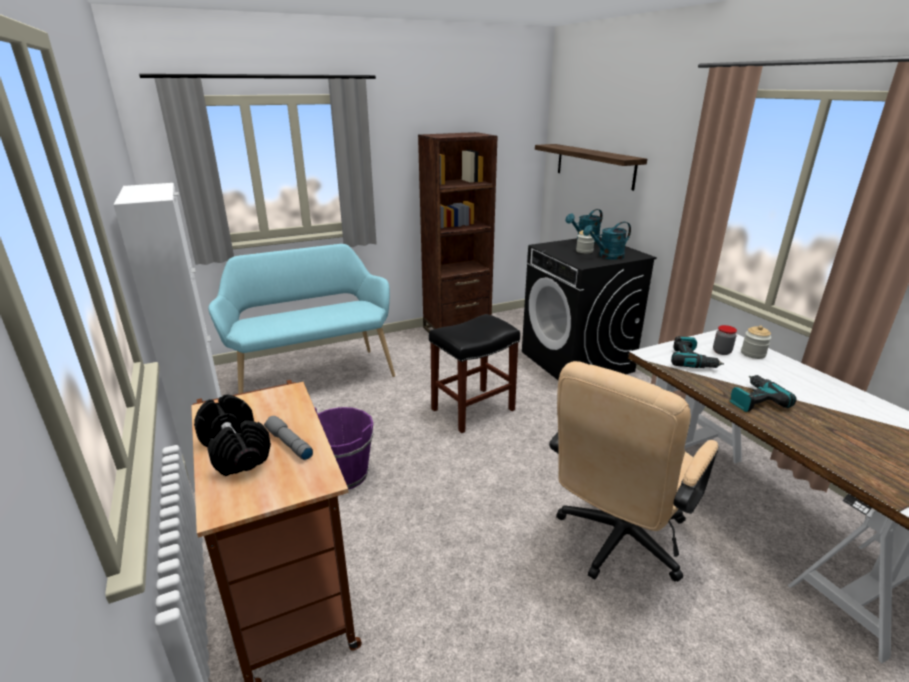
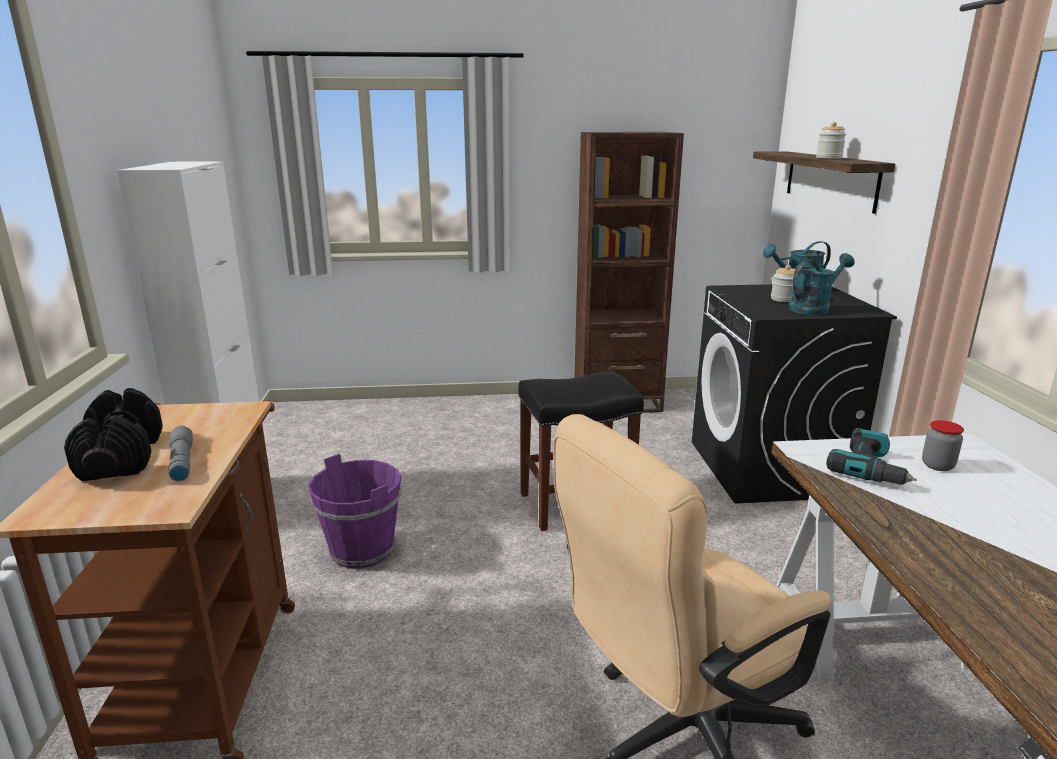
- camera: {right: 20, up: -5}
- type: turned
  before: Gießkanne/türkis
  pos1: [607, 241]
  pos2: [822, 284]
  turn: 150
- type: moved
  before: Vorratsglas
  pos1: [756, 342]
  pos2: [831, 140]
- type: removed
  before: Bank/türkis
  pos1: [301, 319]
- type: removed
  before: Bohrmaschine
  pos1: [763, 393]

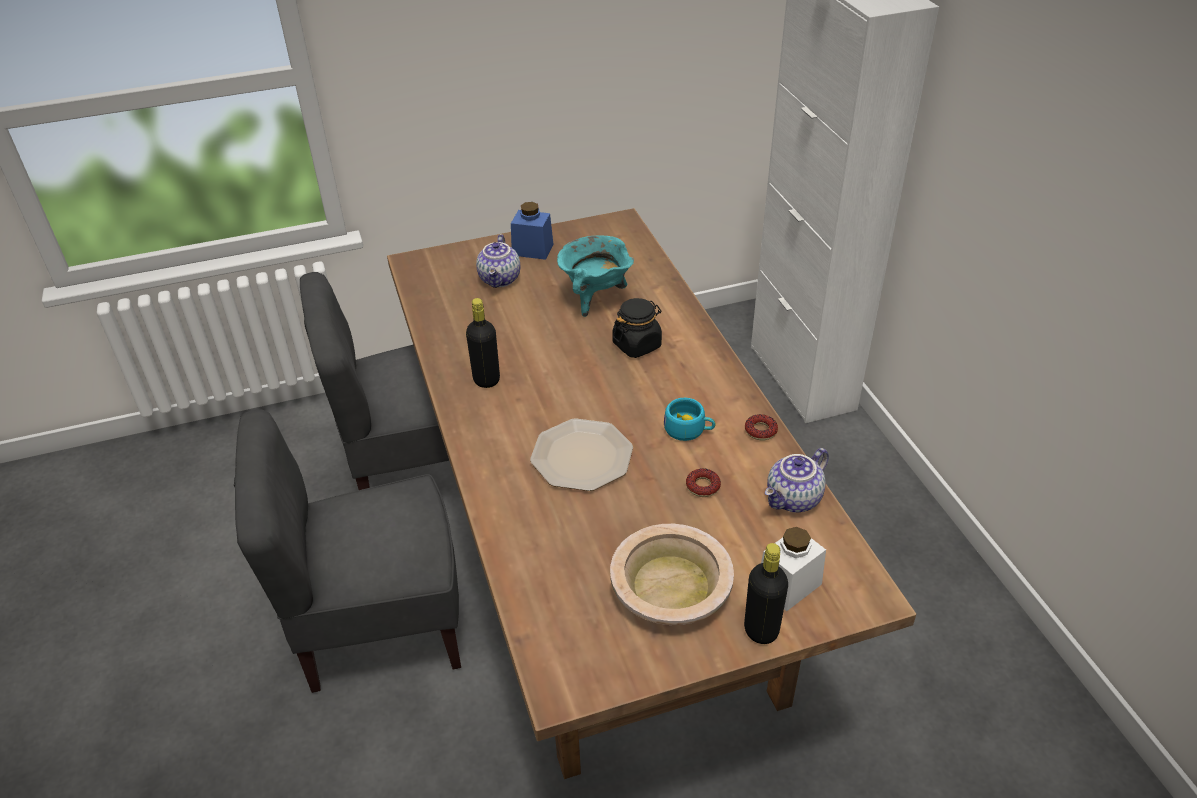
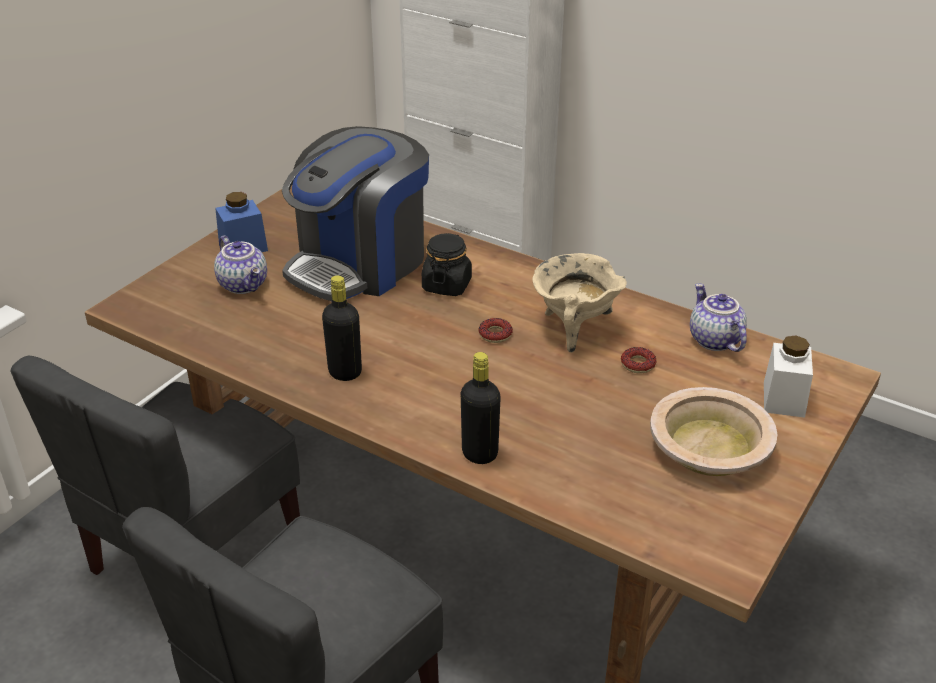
- camera: {right: -40, up: -5}
- type: replaced
  before: Kochtopf/türkis
  after: Kaffeemaschine
  pos1: [595, 276]
  pos2: [355, 213]
- type: moved
  before: Flasche/schwarz
  pos1: [766, 593]
  pos2: [481, 408]
- type: moved
  before: Donut
  pos1: [761, 427]
  pos2: [496, 330]
- type: replaced
  before: Tasse/türkis
  after: Kochtopf/beige
  pos1: [690, 419]
  pos2: [579, 303]
- type: turned
  before: Teekanne
  pos1: [797, 480]
  pos2: [718, 317]
  turn: 150
- type: removed
  before: Teller
  pos1: [581, 454]

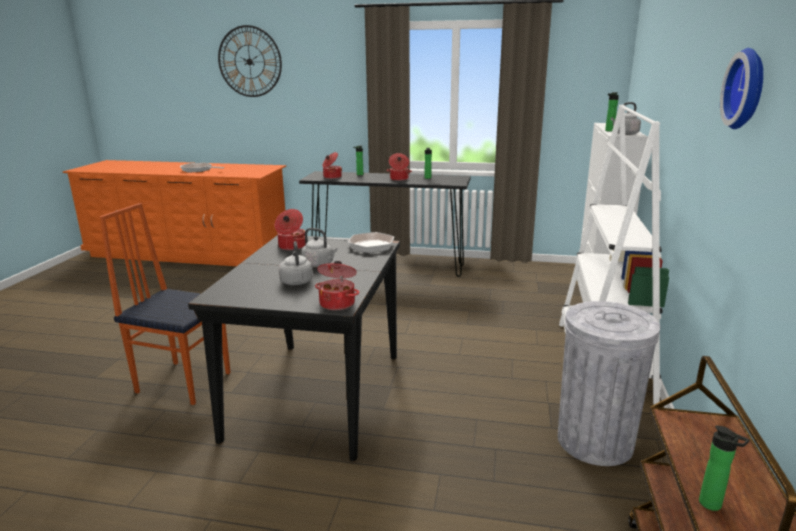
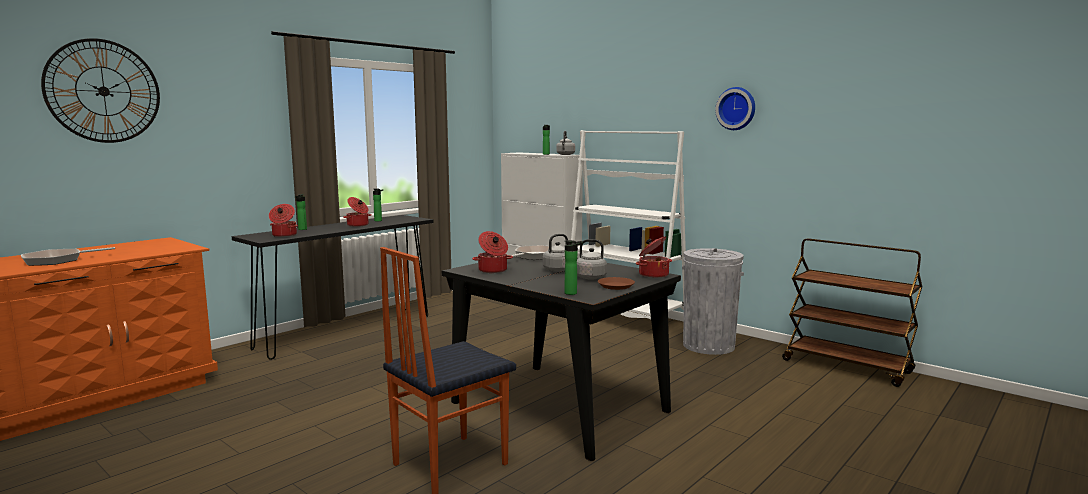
- camera: {right: -60, up: -10}
- type: moved
  before: Flasche
  pos1: [724, 468]
  pos2: [574, 267]
- type: added
  after: Teller/braun
  pos2: [616, 283]

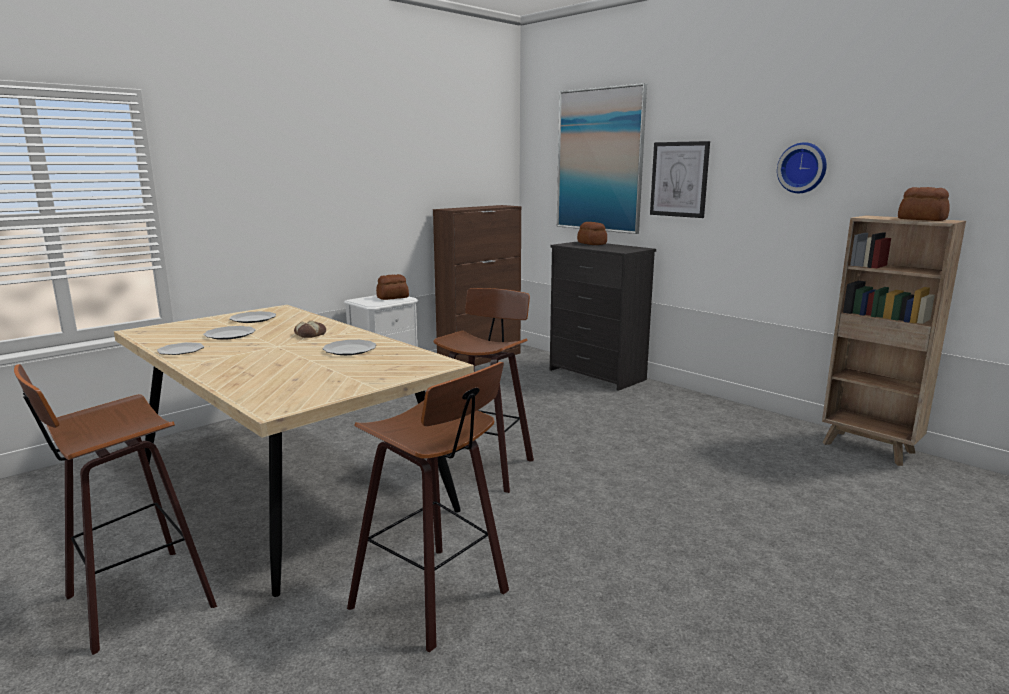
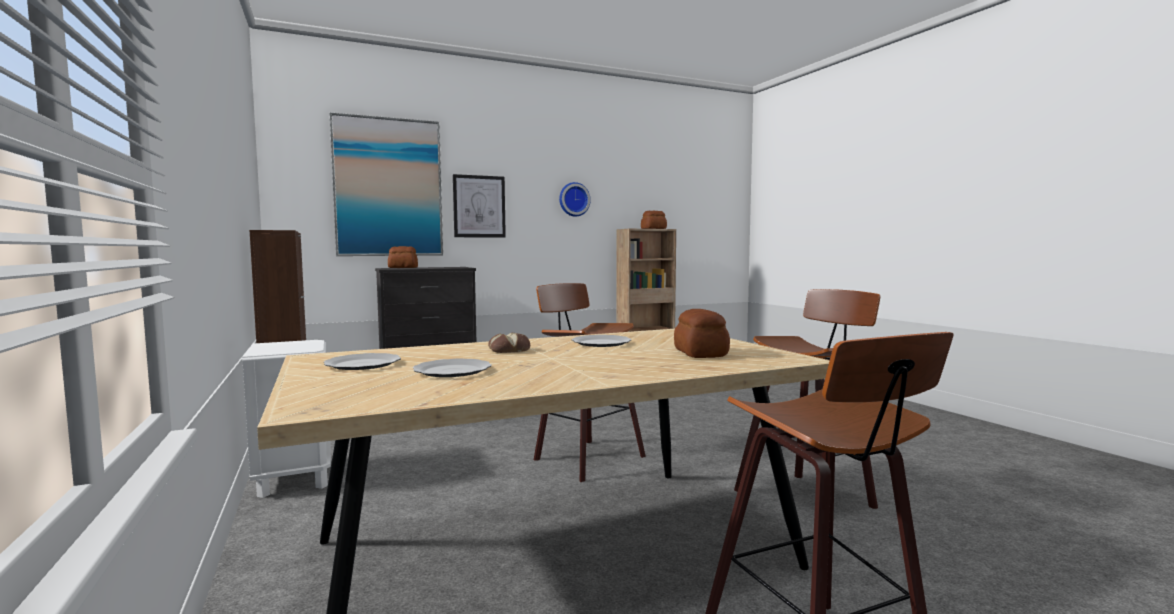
- camera: {right: -70, up: -10}
- type: moved
  before: Brot
  pos1: [392, 287]
  pos2: [702, 333]
- type: removed
  before: Teller
  pos1: [180, 348]

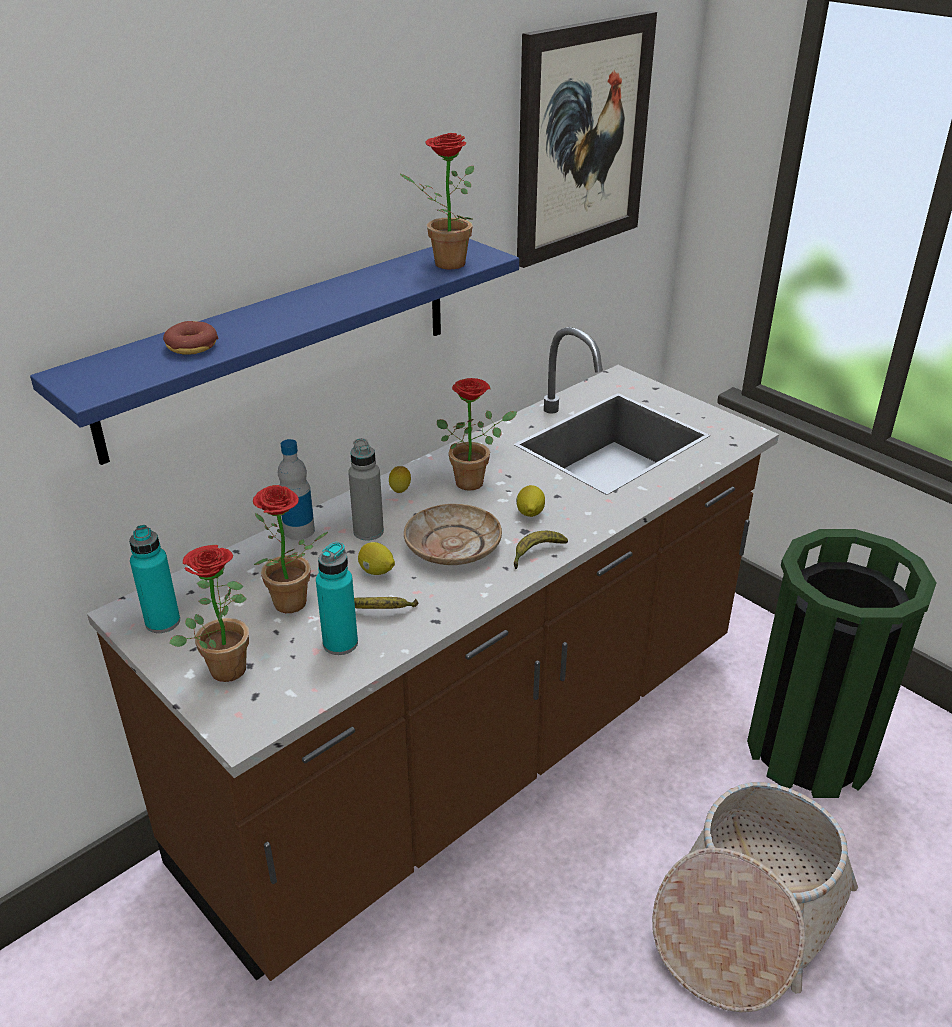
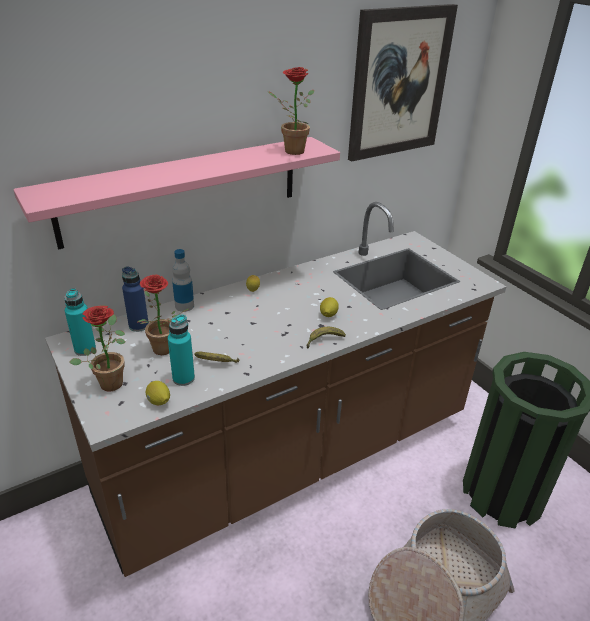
- camera: {right: 10, up: 0}
- type: recoloured
  before: Wandregal/blau
  after: Wandregal/rosa
  pos1: [274, 352]
  pos2: [176, 193]
- type: added
  after: Flasche/blau
  pos2: [135, 299]
- type: moved
  before: Zitrone
  pos1: [376, 558]
  pos2: [158, 393]
- type: removed
  before: Donut
  pos1: [190, 338]
- type: removed
  before: Flasche/grau
  pos1: [366, 489]
- type: removed
  before: Teller/beige
  pos1: [453, 534]
- type: removed
  before: Topfpflanze
  pos1: [477, 434]

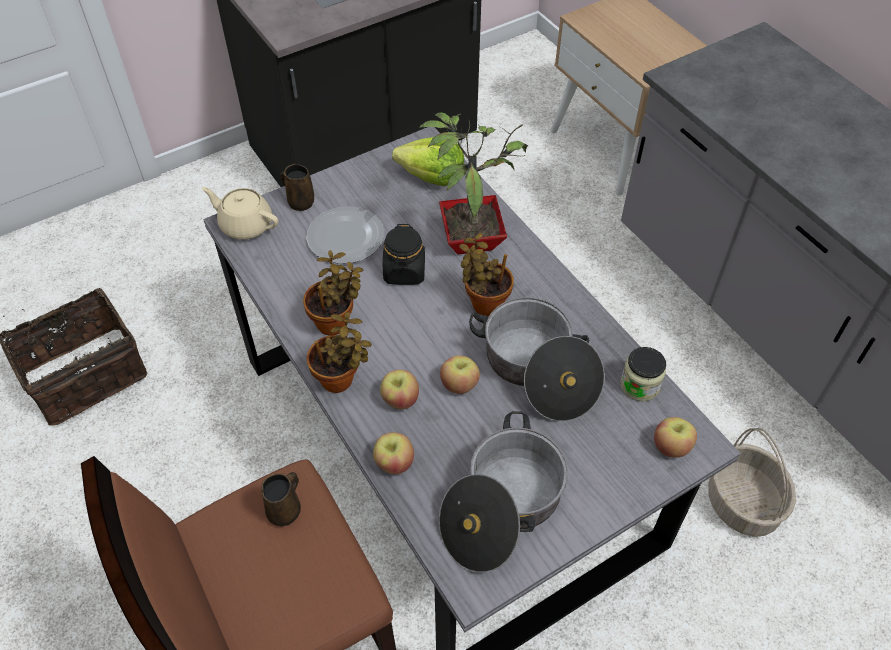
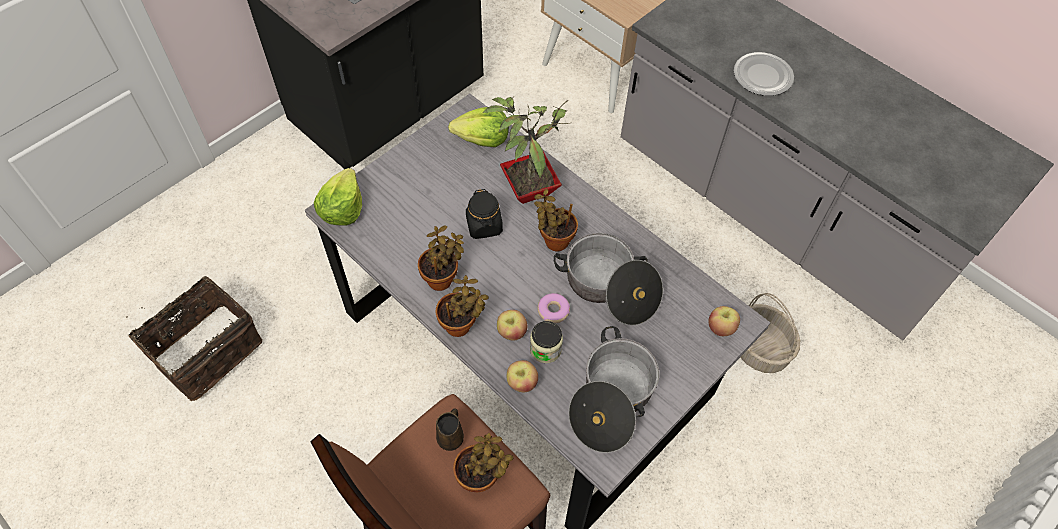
- camera: {right: -15, up: 5}
- type: replaced
  before: Teekanne/beige
  after: Salatkopf
  pos1: [240, 213]
  pos2: [338, 197]
- type: added
  after: Topfpflanze
  pos2: [483, 462]
- type: moved
  before: Vorratsglas
  pos1: [643, 374]
  pos2: [546, 342]
- type: replaced
  before: Apfel
  after: Donut
  pos1: [460, 374]
  pos2: [553, 308]
- type: moved
  before: Teller
  pos1: [345, 235]
  pos2: [764, 74]
- type: removed
  before: Henkelbecher/braun
  pos1: [297, 187]

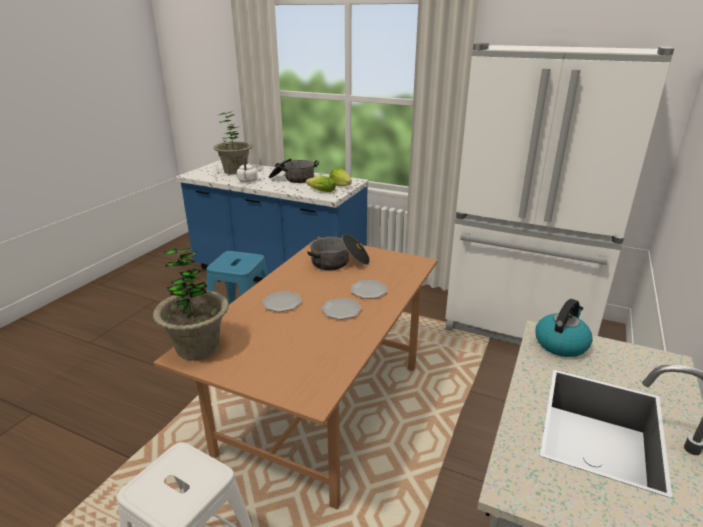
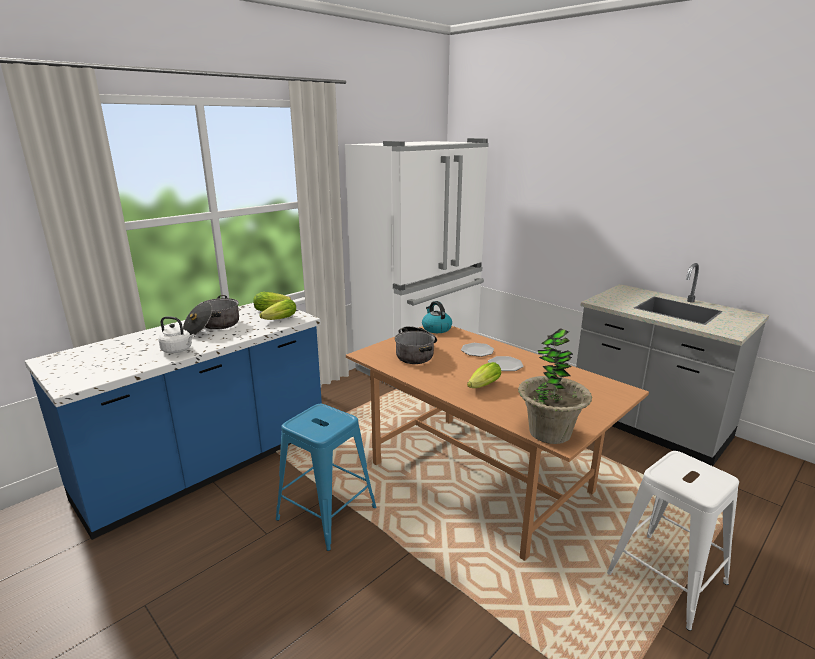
- camera: {right: -70, up: -5}
- type: moved
  before: Wasserkessel
  pos1: [564, 328]
  pos2: [437, 317]
- type: replaced
  before: Teller
  after: Salatkopf
  pos1: [282, 301]
  pos2: [484, 375]
- type: removed
  before: Topfpflanze
  pos1: [232, 142]

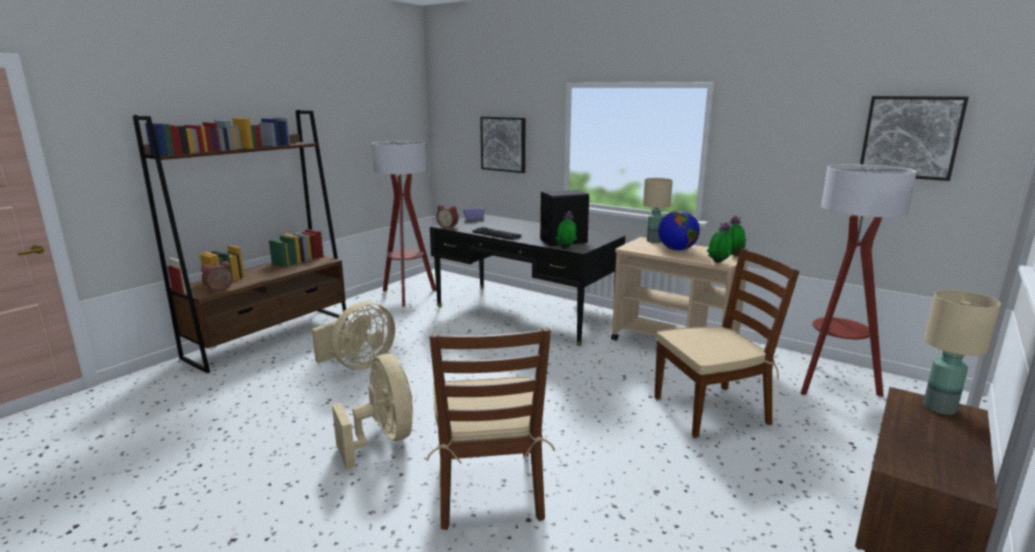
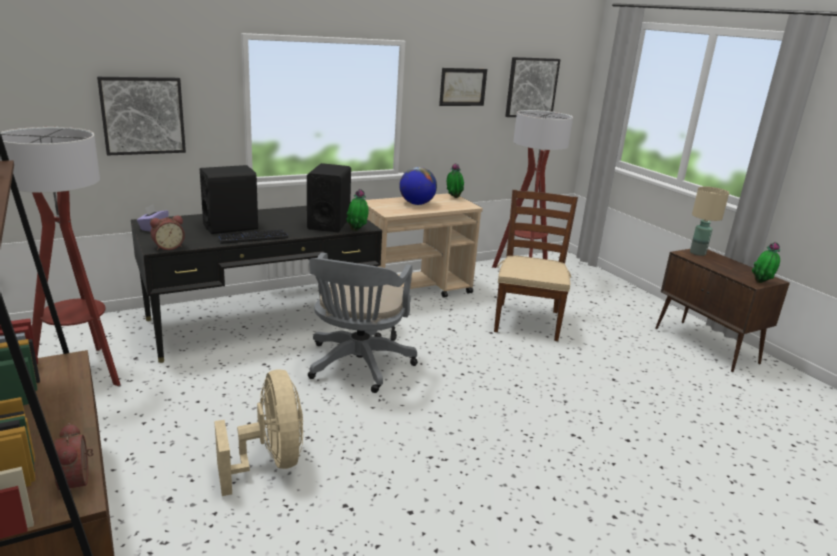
- camera: {right: -65, up: 5}
- type: added
  after: Lautsprecher/schwarz
  pos2: [229, 199]
- type: added
  after: Bürostuhl/grau
  pos2: [363, 322]
- type: added
  after: Bild
  pos2: [463, 87]
- type: moved
  before: Topfpflanze
  pos1: [720, 242]
  pos2: [766, 262]
- type: removed
  before: Ventilator/beige
  pos1: [372, 411]
- type: removed
  before: Stuhl/braun
  pos1: [490, 428]
- type: removed
  before: Tischlampe/beige
  pos1: [658, 210]

